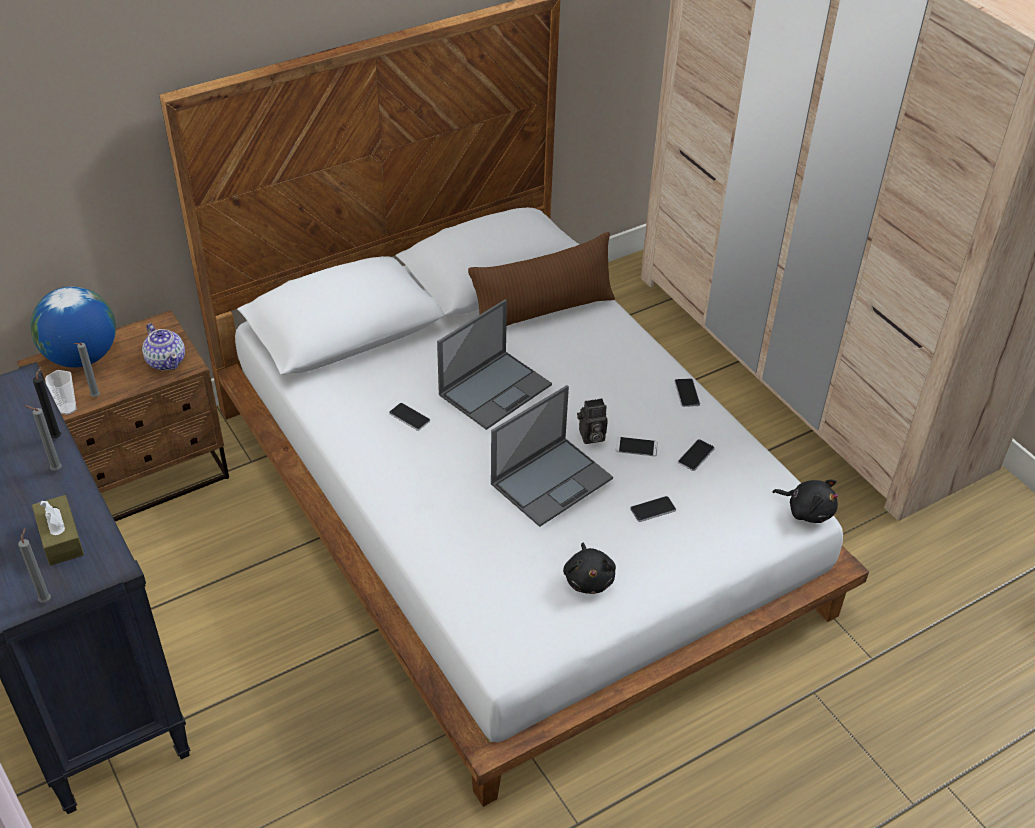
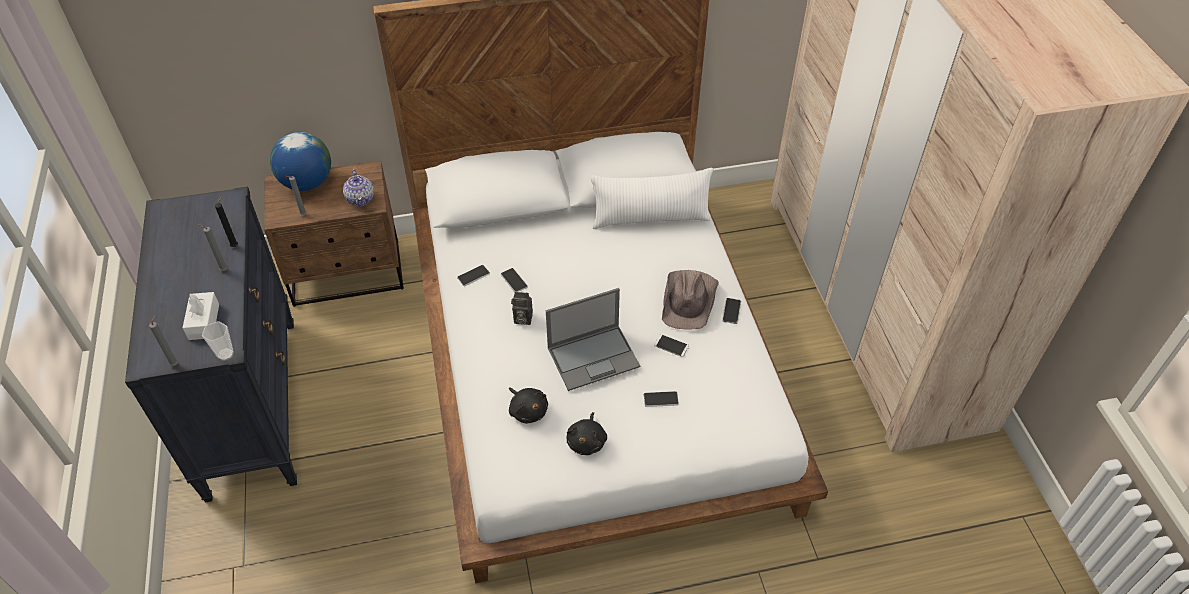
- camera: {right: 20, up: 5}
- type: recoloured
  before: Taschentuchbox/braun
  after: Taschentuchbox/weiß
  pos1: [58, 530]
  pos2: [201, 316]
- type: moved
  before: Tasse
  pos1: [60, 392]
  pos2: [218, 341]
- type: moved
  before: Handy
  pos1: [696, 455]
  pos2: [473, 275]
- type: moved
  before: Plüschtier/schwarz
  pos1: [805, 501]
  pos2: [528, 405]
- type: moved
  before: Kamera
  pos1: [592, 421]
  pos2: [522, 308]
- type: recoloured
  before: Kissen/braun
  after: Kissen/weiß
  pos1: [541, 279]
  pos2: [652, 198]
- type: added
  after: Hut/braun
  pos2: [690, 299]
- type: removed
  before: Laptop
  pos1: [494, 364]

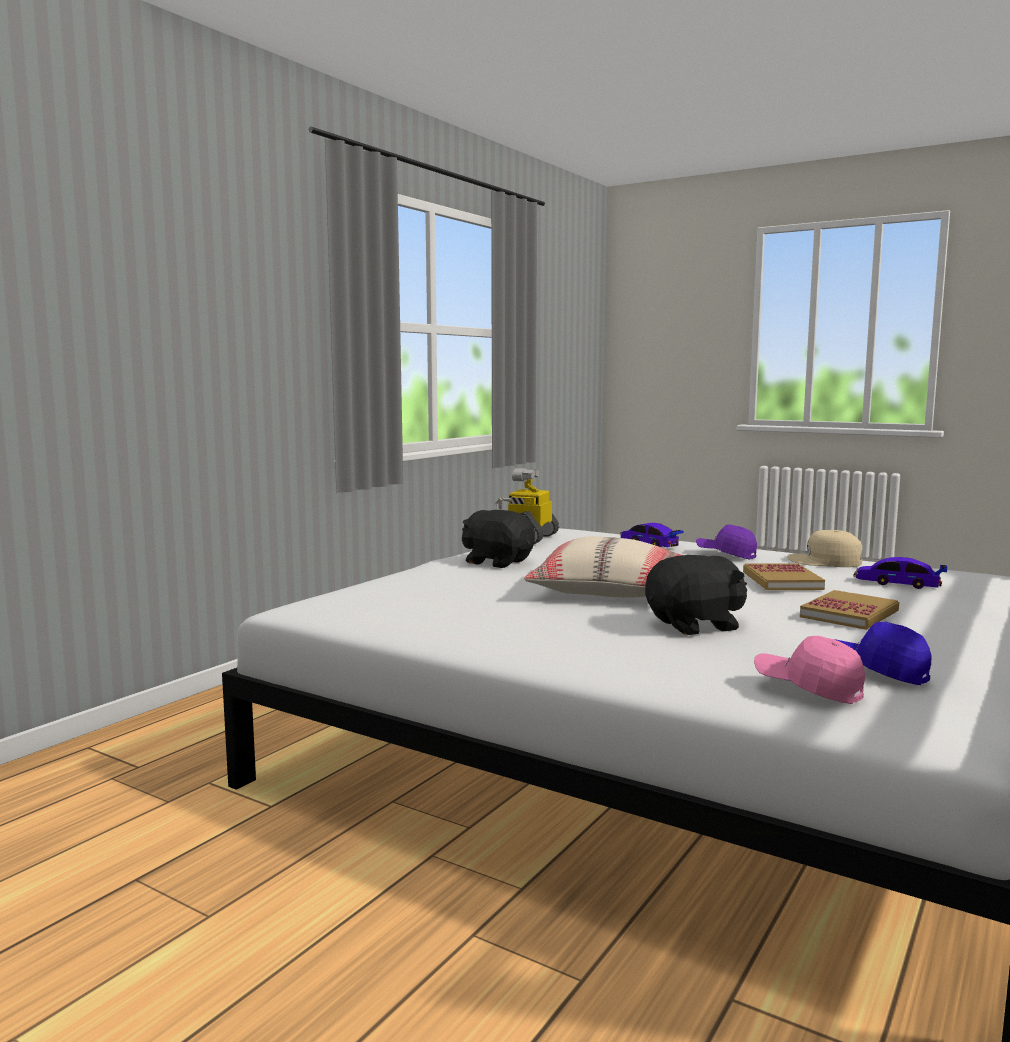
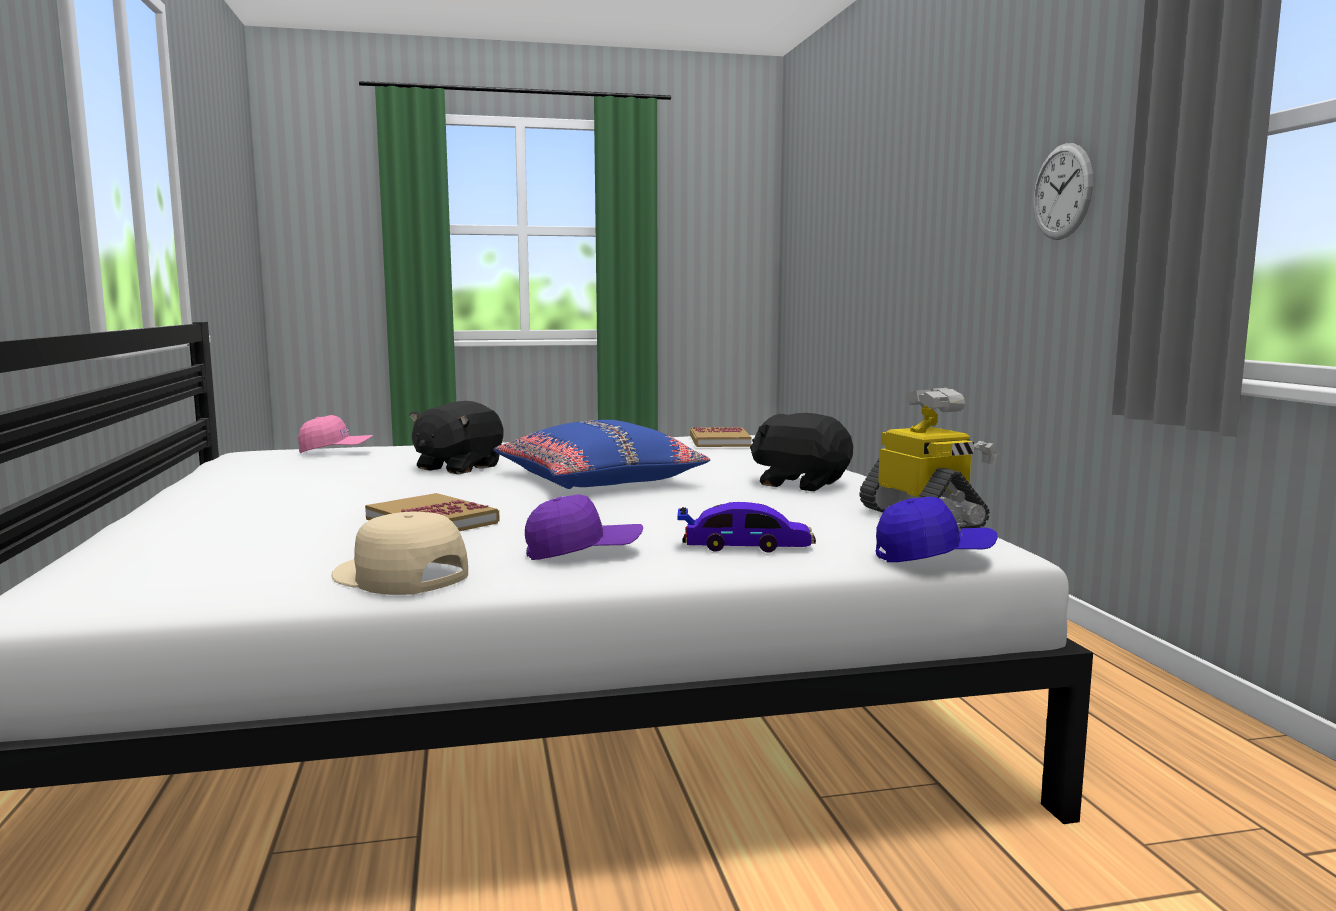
- camera: {right: 135, up: 0}
- type: turned
  before: Kappe/beige
  pos1: [825, 548]
  pos2: [399, 553]
  turn: -120
- type: recoloured
  before: Kissen/beige
  after: Kissen/blau
  pos1: [602, 567]
  pos2: [602, 454]
- type: moved
  before: Buch
  pos1: [849, 610]
  pos2: [720, 437]
- type: turned
  before: Plüschtier/schwarz
  pos1: [498, 539]
  pos2: [801, 452]
  turn: -135
- type: moved
  before: Kappe/blau
  pos1: [883, 653]
  pos2: [937, 529]
- type: added
  after: Wanduhr
  pos2: [1063, 191]
- type: removed
  before: Spielzeugauto
  pos1: [900, 573]

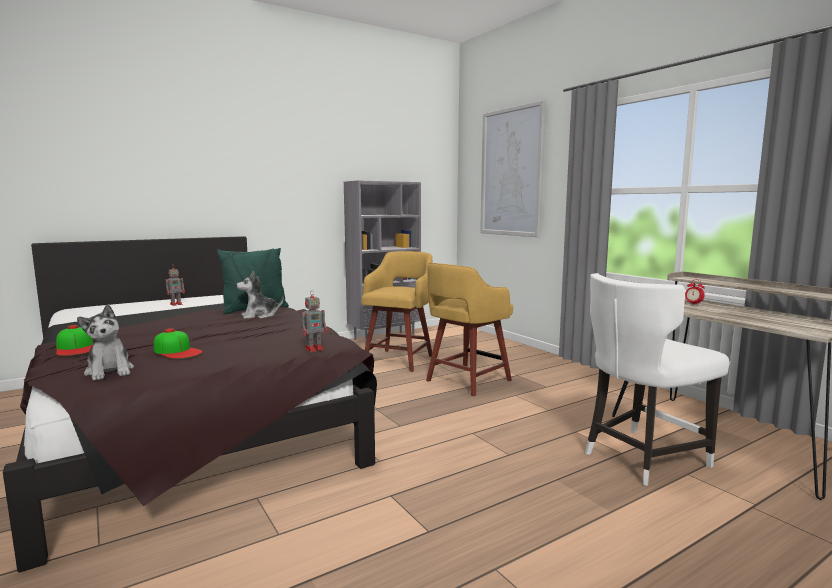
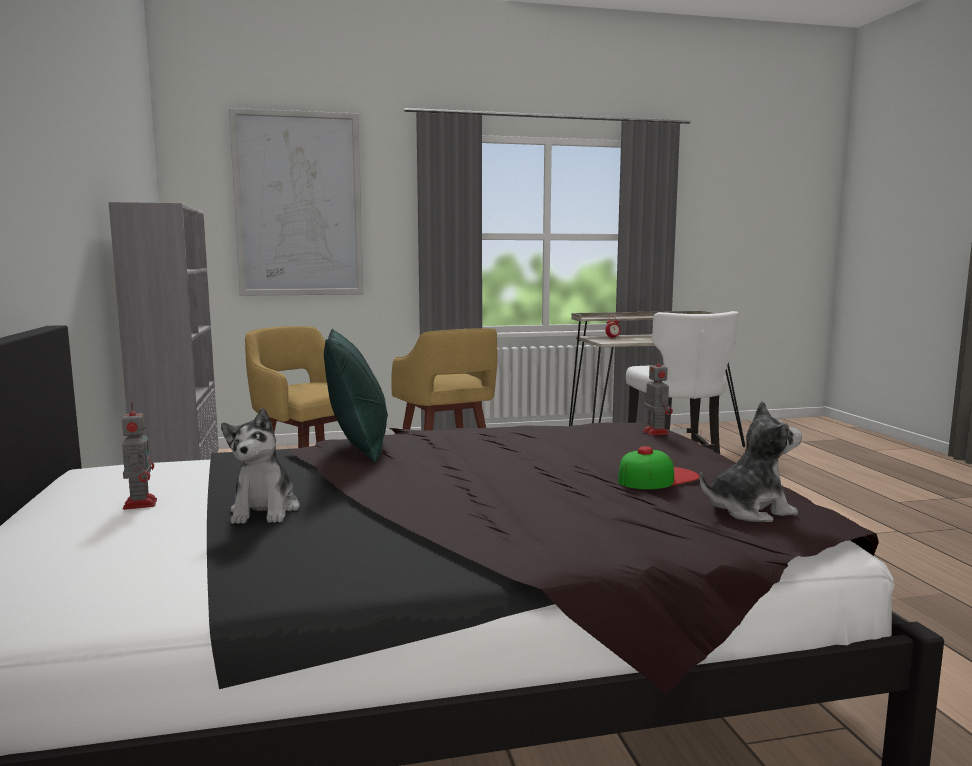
- camera: {right: -70, up: 0}
- type: moved
  before: Plüschtier
  pos1: [260, 295]
  pos2: [260, 466]
- type: removed
  before: Kappe
  pos1: [74, 340]

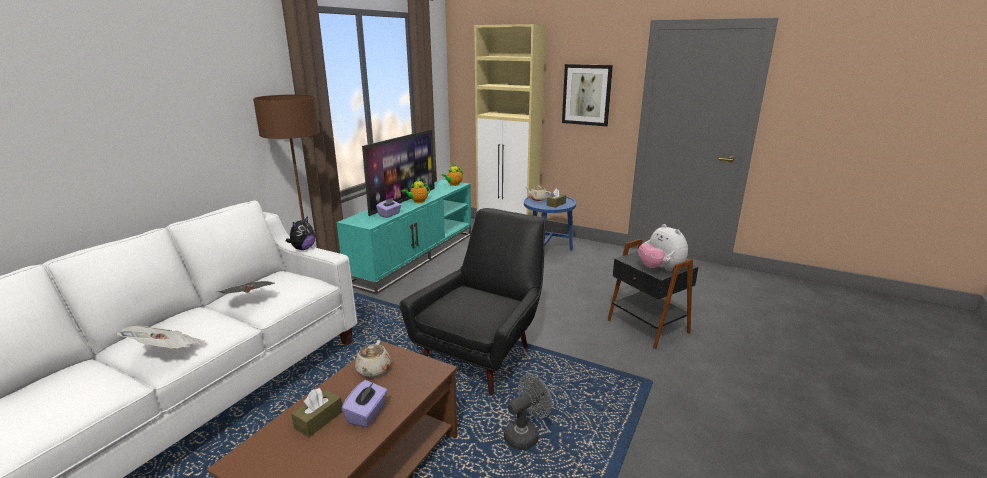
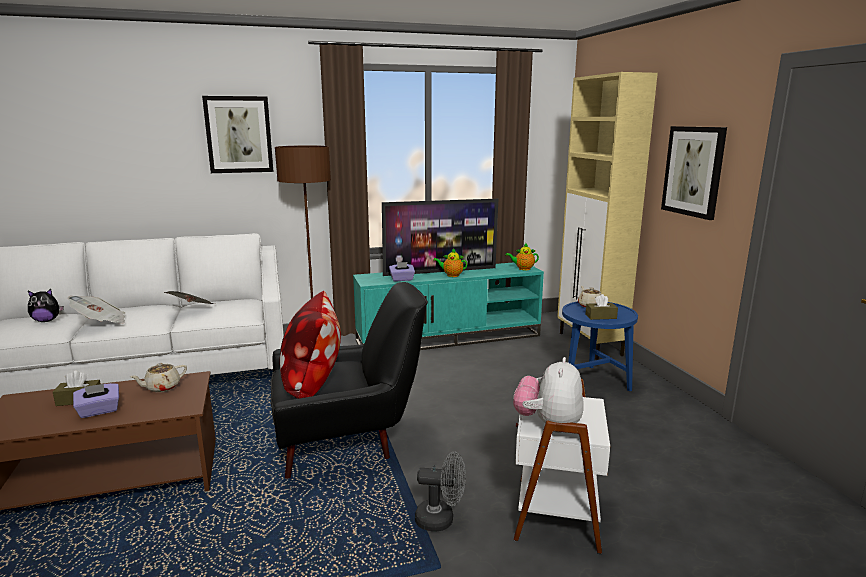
- camera: {right: 45, up: -5}
- type: moved
  before: Plüschtier
  pos1: [300, 233]
  pos2: [46, 305]
- type: added
  after: Bild
  pos2: [237, 134]
- type: added
  after: Kissen
  pos2: [310, 345]
- type: moved
  before: Ventilator/grau
  pos1: [528, 412]
  pos2: [440, 492]
- type: recoloured
  before: Beistelltisch/schwarz
  after: Beistelltisch/weiß
  pos1: [653, 294]
  pos2: [562, 466]

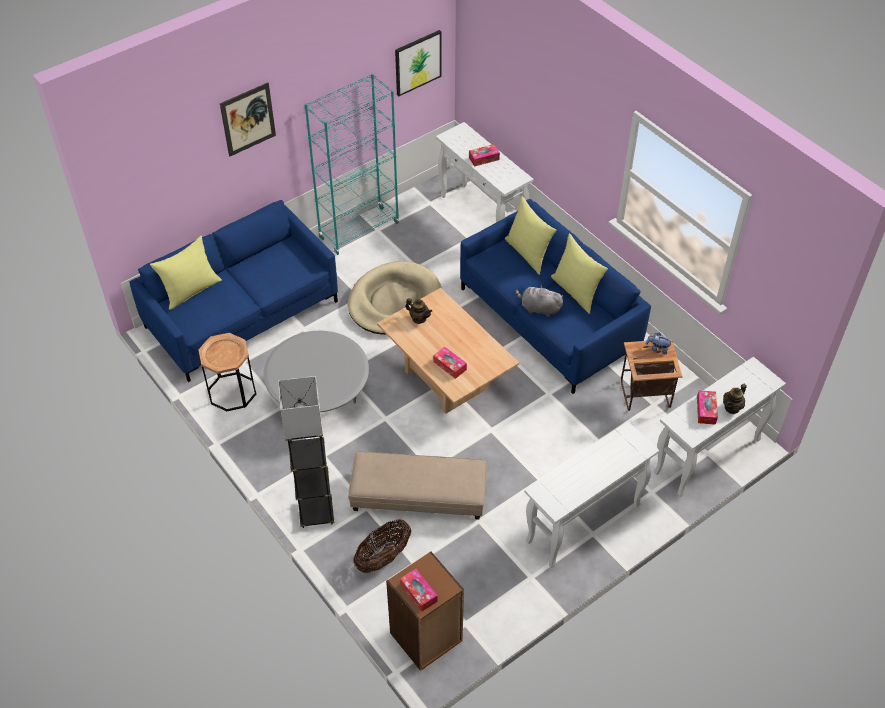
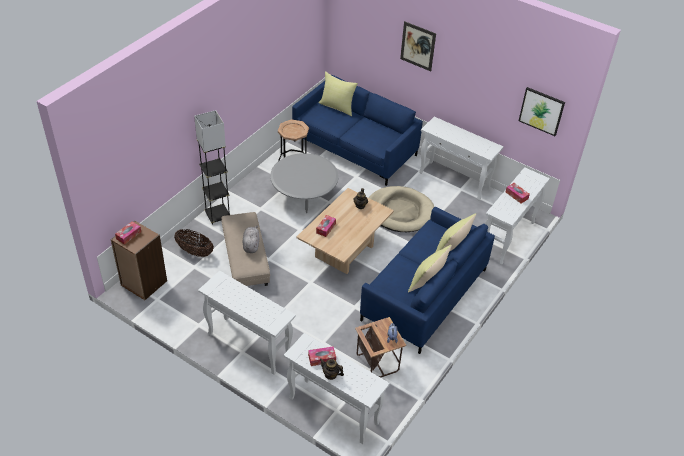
- camera: {right: 70, up: -5}
- type: moved
  before: Plüschtier/grau
  pos1: [539, 301]
  pos2: [251, 239]
- type: replaced
  before: Bücherregal/türkis
  after: Konsolentisch/weiß
  pos1: [351, 164]
  pos2: [461, 159]

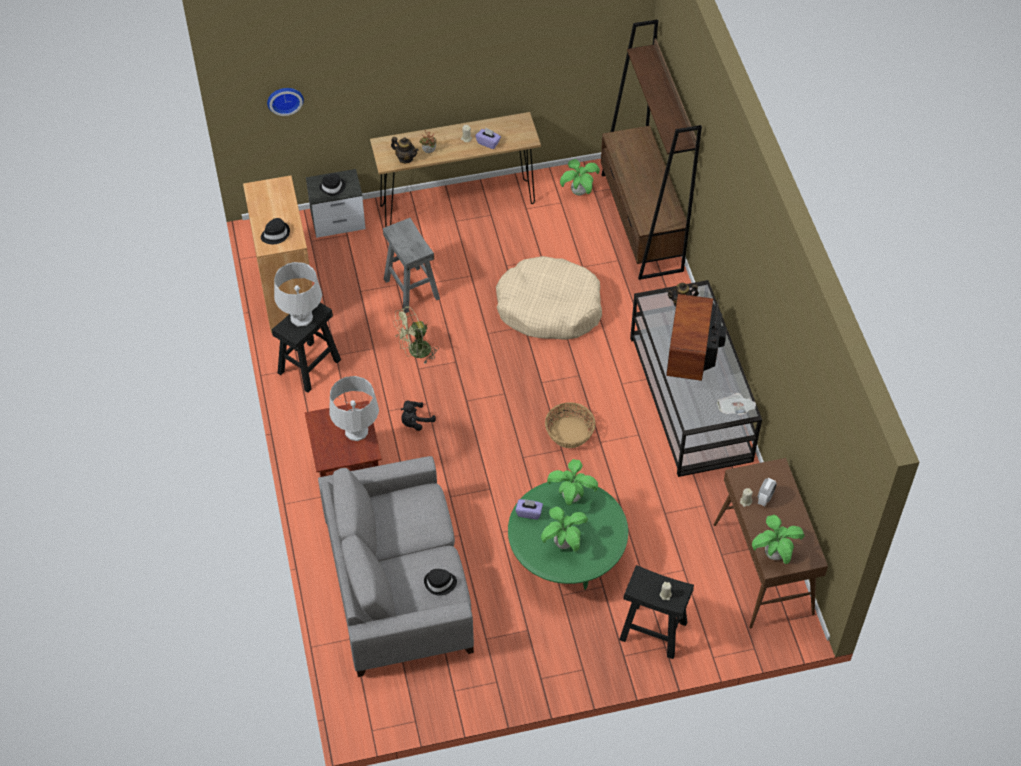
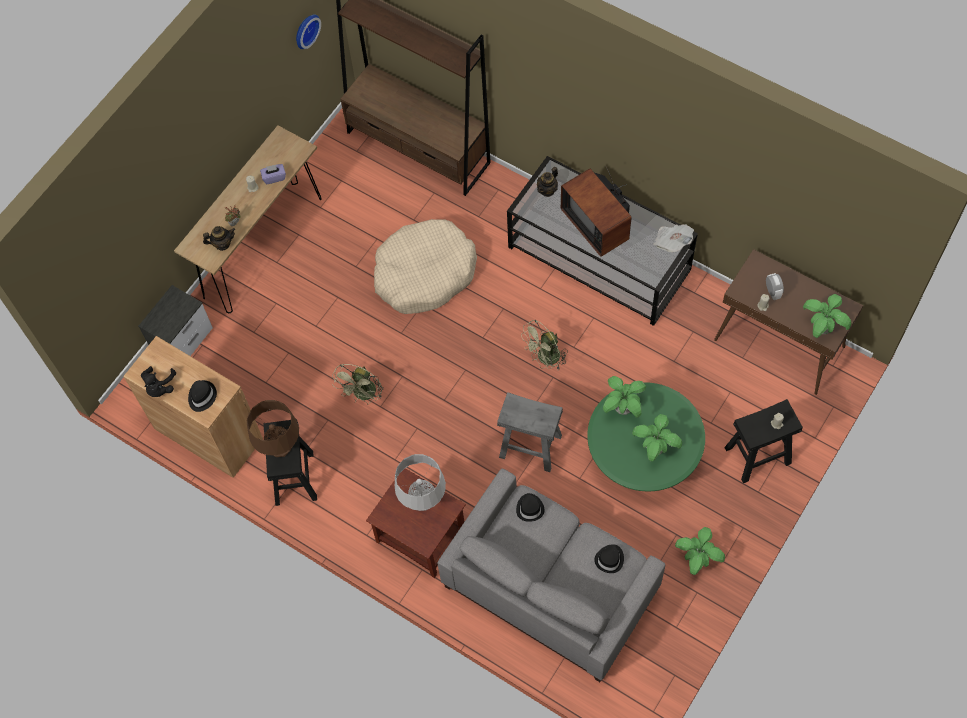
- camera: {right: -40, up: 10}
- type: moved
  before: Plüschtier/schwarz
  pos1: [418, 415]
  pos2: [158, 381]
- type: recoloured
  before: Tischlampe/grau
  after: Tischlampe/braun
  pos1: [298, 294]
  pos2: [273, 428]
- type: moved
  before: Wanduhr
  pos1: [285, 102]
  pos2: [308, 31]
- type: moved
  before: Hocker/grau
  pos1: [411, 265]
  pos2: [530, 432]
- type: moved
  before: Hut/schwarz
  pos1: [332, 185]
  pos2: [530, 507]
- type: replaced
  before: Korb
  after: Ventilator/grün
  pos1: [570, 425]
  pos2: [544, 344]
- type: moved
  before: Topfpflanze
  pos1: [580, 177]
  pos2: [700, 551]
- type: removed
  before: Taschentuchbox/lila
  pos1: [529, 509]

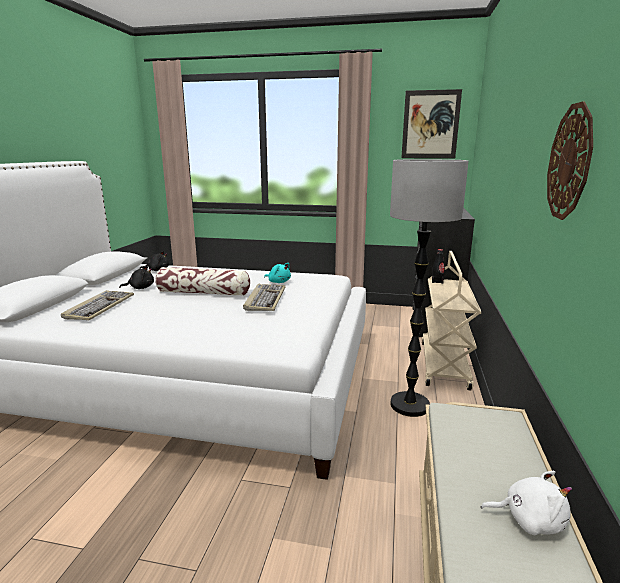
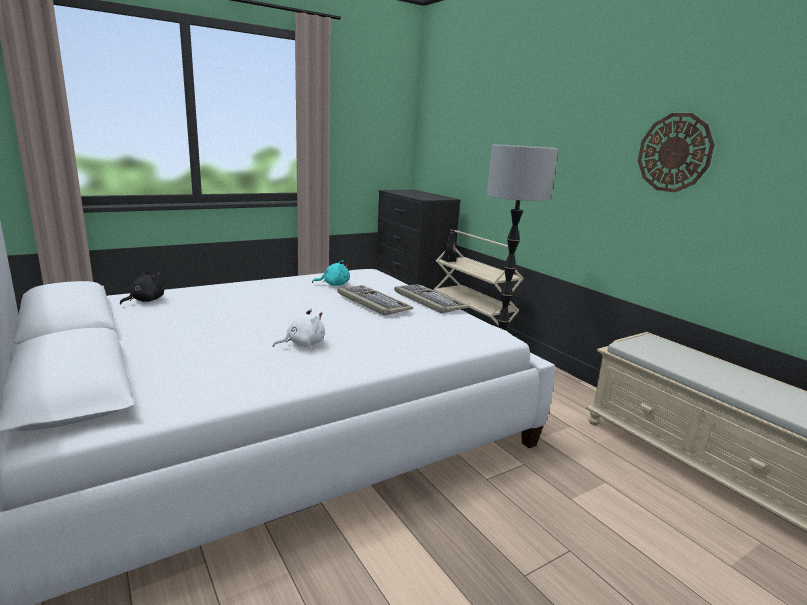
- camera: {right: -45, up: 0}
- type: moved
  before: Plüschtier/weiß
  pos1: [526, 503]
  pos2: [299, 328]
- type: moved
  before: Tastatur
  pos1: [97, 305]
  pos2: [431, 298]
- type: removed
  before: Plüschtier/schwarz
  pos1: [136, 277]
- type: removed
  before: Kissen
  pos1: [202, 281]
- type: removed
  before: Bild
  pos1: [431, 124]

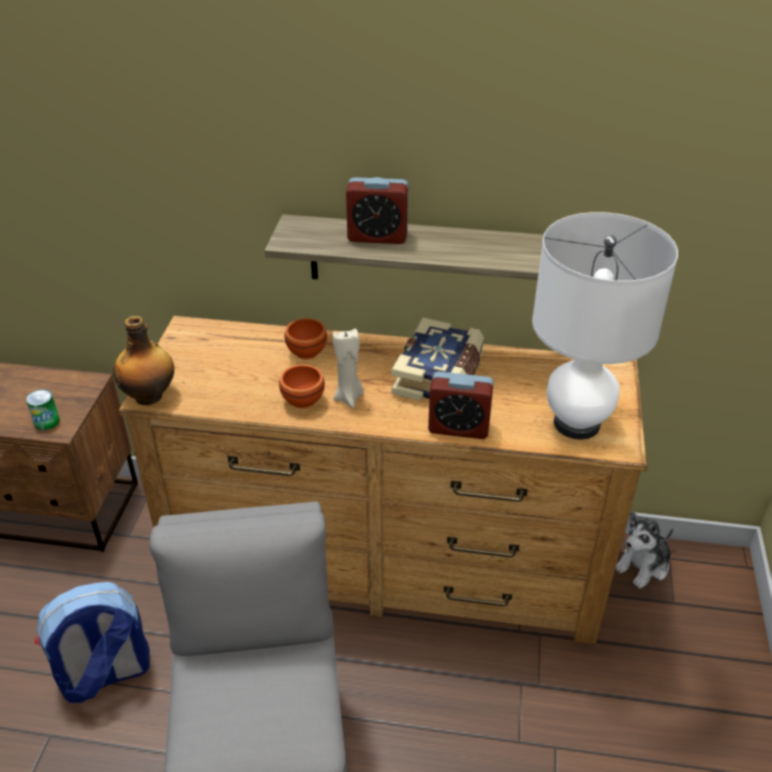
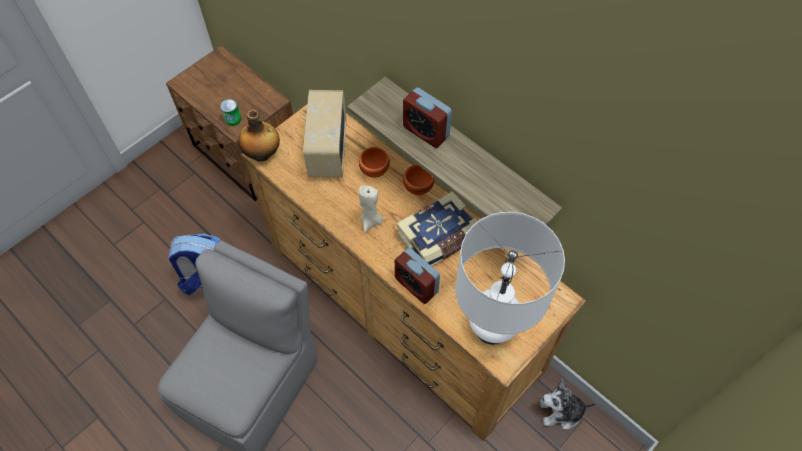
- camera: {right: 35, up: 20}
- type: added
  after: Radio
  pos2: [324, 134]
- type: moved
  before: Schüssel/braun
  pos1: [302, 386]
  pos2: [419, 179]

